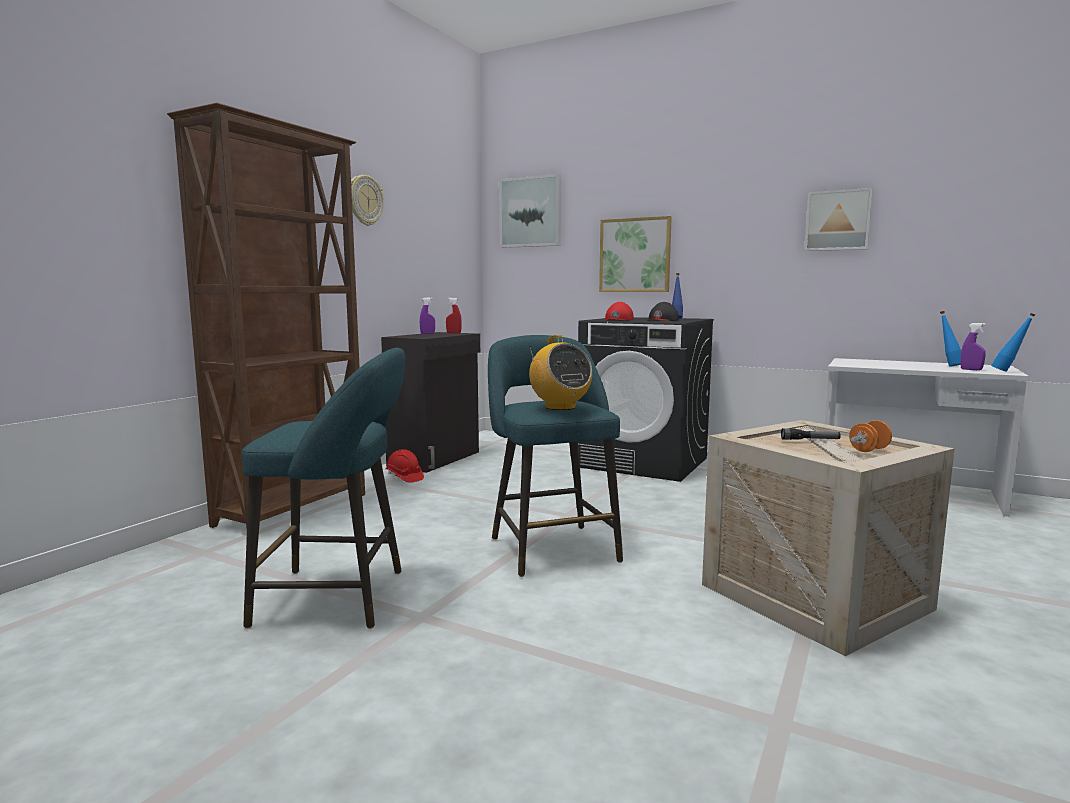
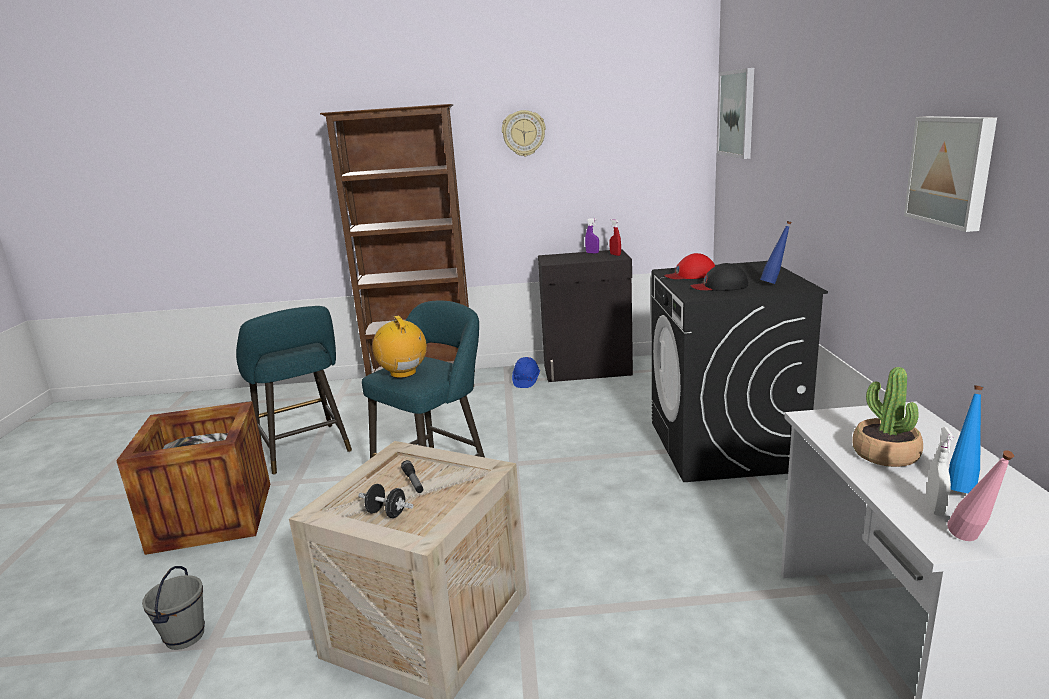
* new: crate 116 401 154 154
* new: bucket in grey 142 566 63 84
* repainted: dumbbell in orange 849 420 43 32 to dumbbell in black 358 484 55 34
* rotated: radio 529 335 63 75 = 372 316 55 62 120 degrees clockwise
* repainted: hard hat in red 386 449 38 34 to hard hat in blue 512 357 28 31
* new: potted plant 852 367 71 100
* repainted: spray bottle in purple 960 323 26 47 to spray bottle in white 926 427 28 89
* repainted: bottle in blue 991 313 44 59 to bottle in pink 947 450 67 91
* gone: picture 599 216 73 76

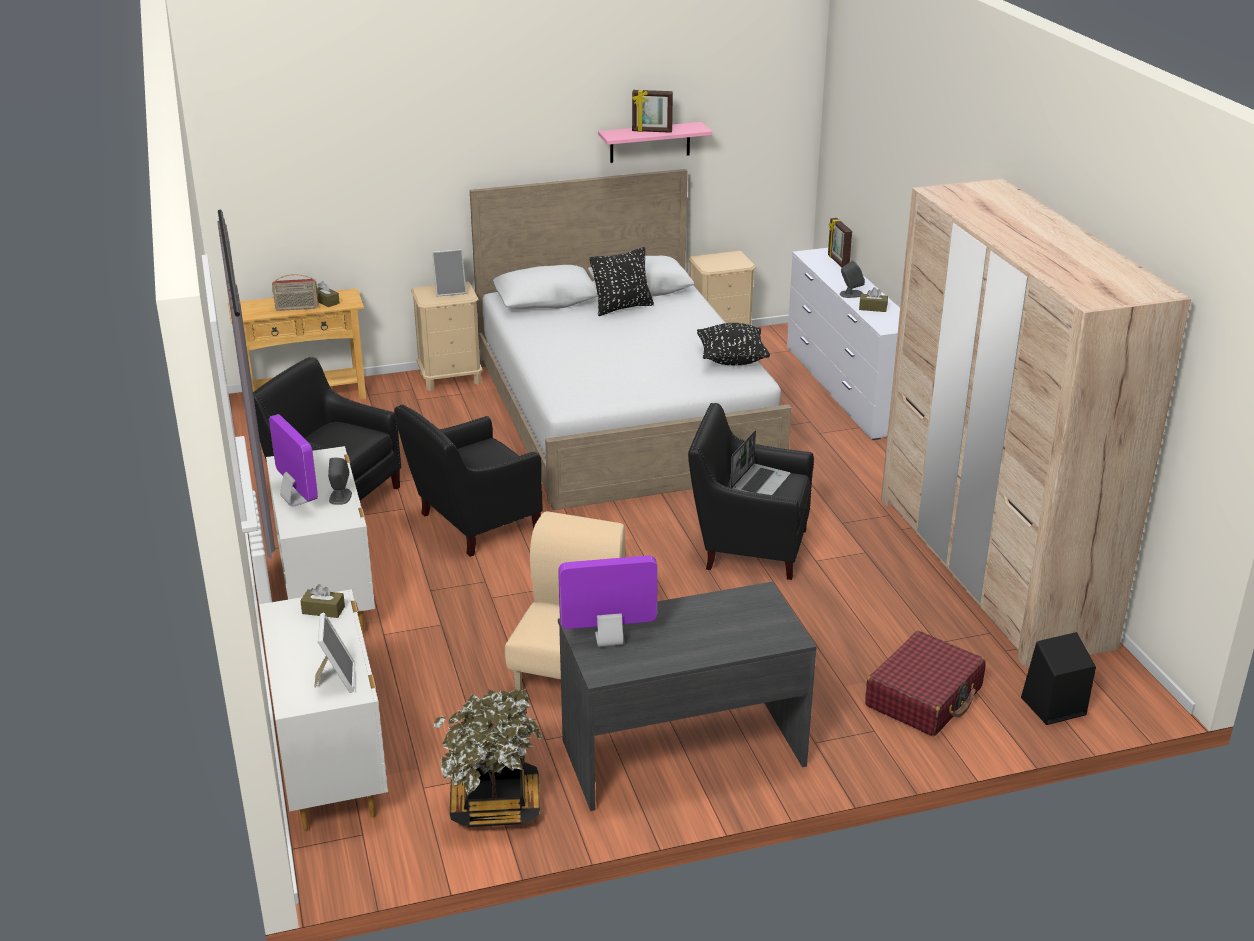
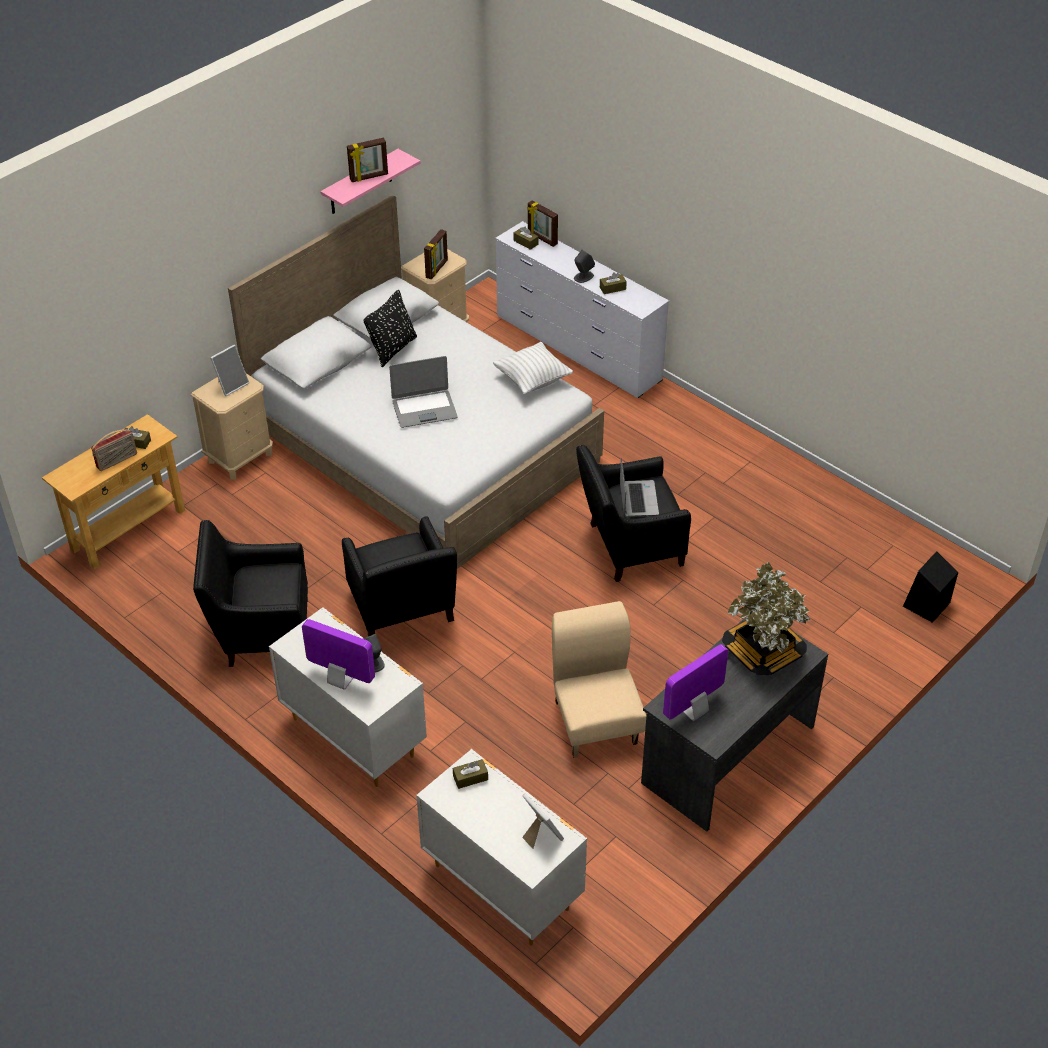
* rotated: armchair in black 394 405 149 152 = 342 516 115 120 45 degrees counterclockwise
* new: laptop 389 356 69 72
* new: picture frame 424 229 24 50
* repainted: pillow in black 697 323 73 42 to pillow in white 493 342 80 52
* new: tissue box in brown 514 226 25 24
* shifted: potted plant 433 689 111 138 to 722 561 88 114
* gone: suitcase in red 865 631 121 105
* gone: wardrobe in beige 881 178 310 490

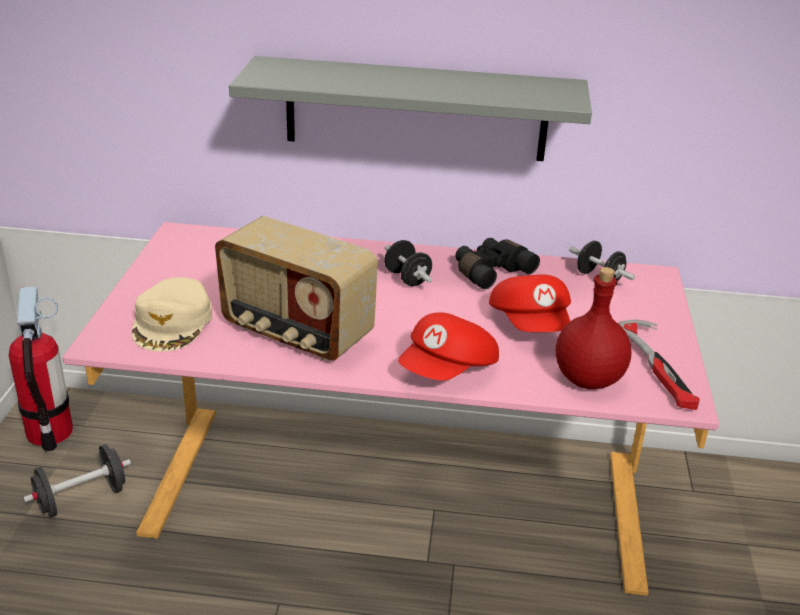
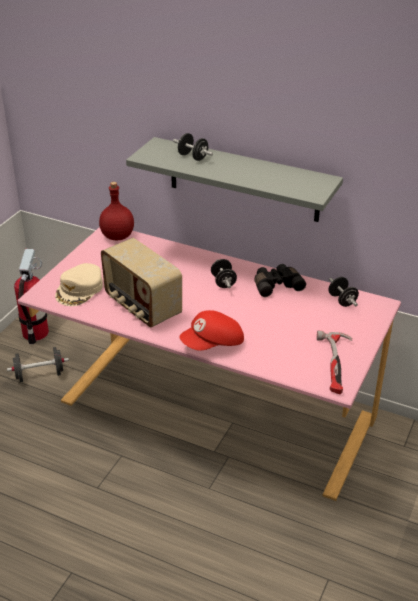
* shifted: bottle in red 556 267 76 122 to 99 182 35 58
* new: dumbbell in black 173 133 40 28
* gone: cap in red 489 275 82 57

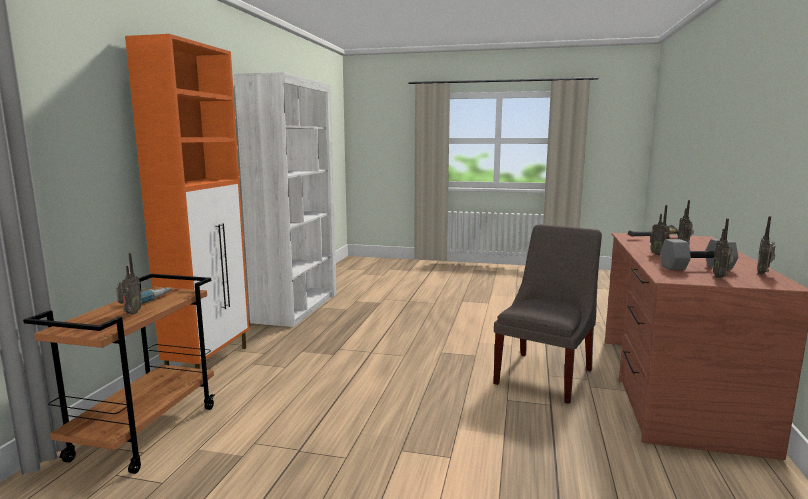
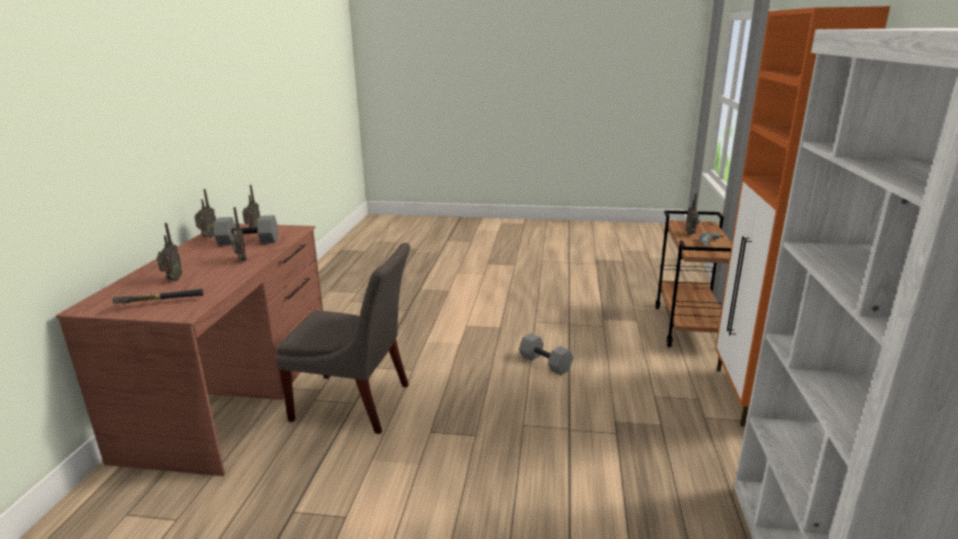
* rotated: chair in grey 493 225 109 179 = 276 243 134 191 105 degrees counterclockwise
* new: dumbbell in grey 519 333 54 42

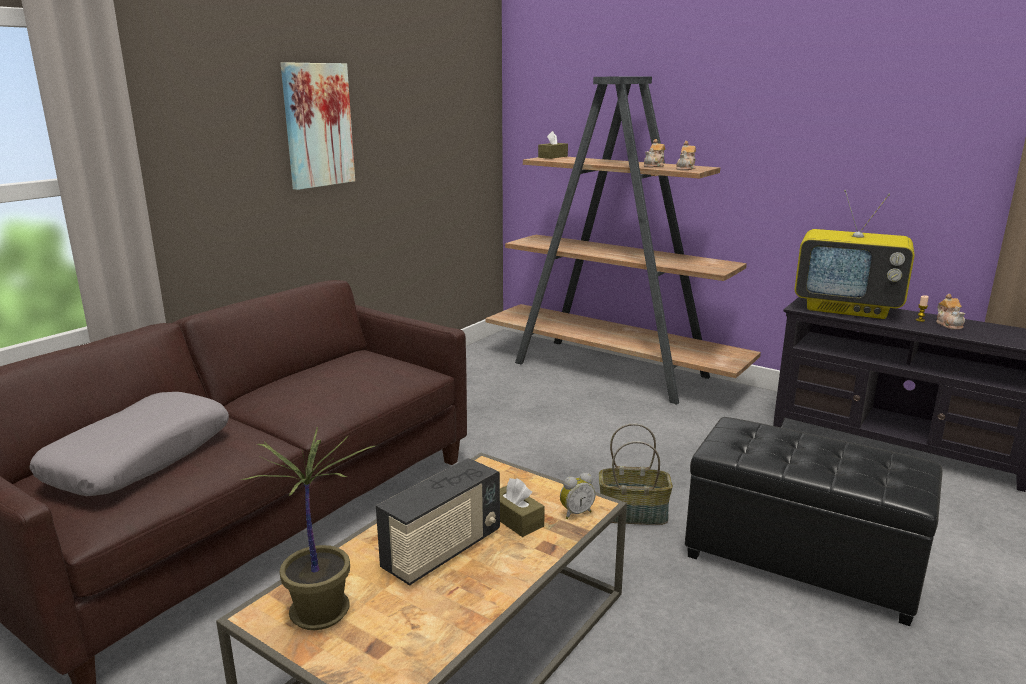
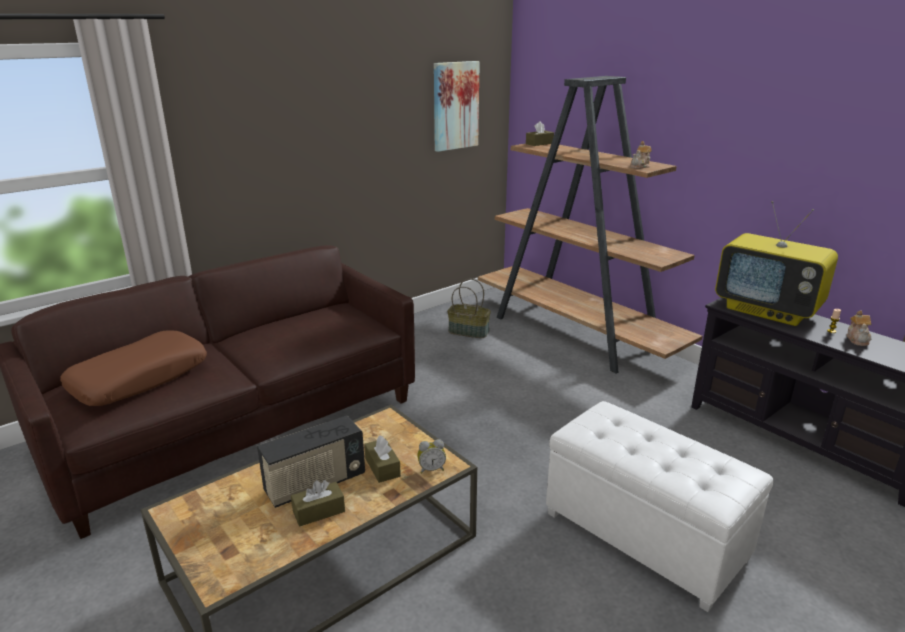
* repainted: pillow in grey 30 392 199 104 to pillow in brown 60 330 147 76
* new: tissue box in brown 291 480 54 47
* shifted: picture 281 62 74 128 to 434 61 46 91
* shifted: basket 599 423 74 102 to 447 279 44 59
* repainted: ottoman in black 685 417 257 209 to ottoman in white 546 401 227 211
* gone: potted plant 242 427 133 203
* gone: teapot 644 139 21 28

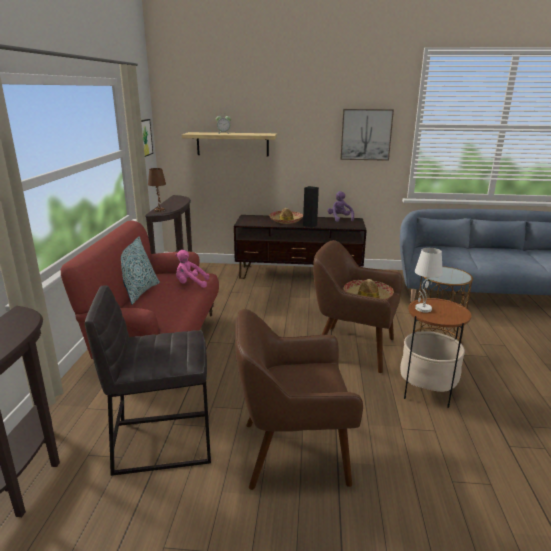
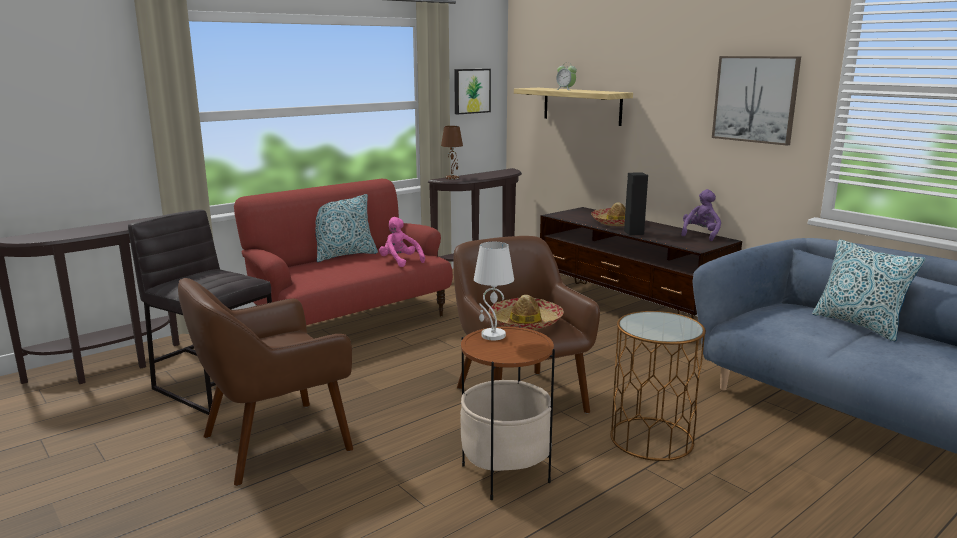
* rotated: armchair in brown 235 309 128 181 = 178 278 175 208 75 degrees counterclockwise
* new: pillow 812 240 113 101

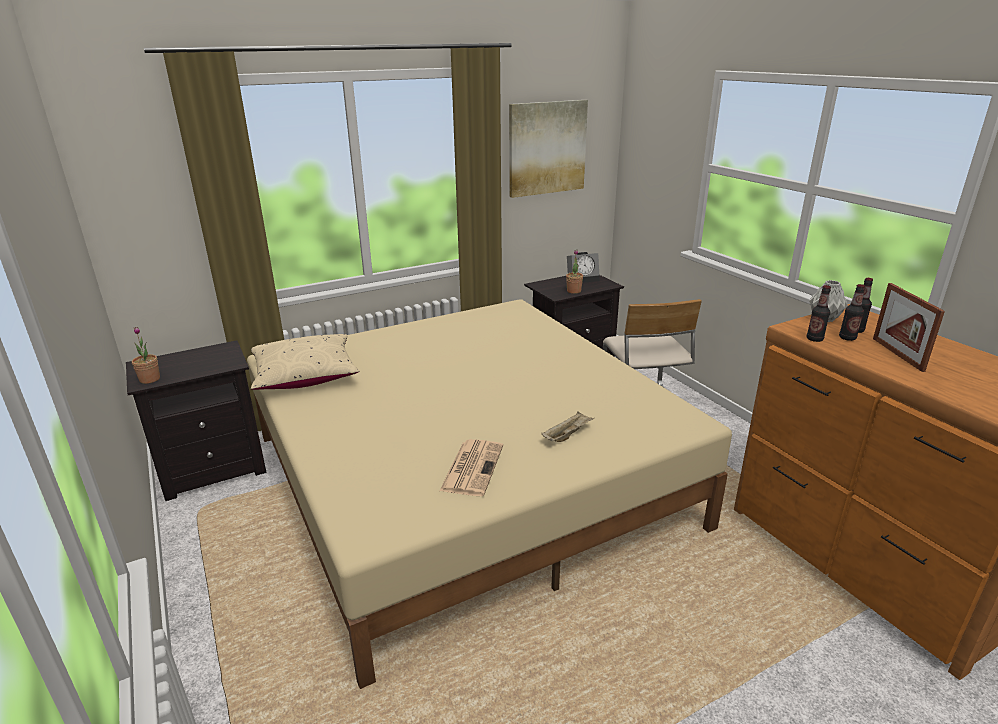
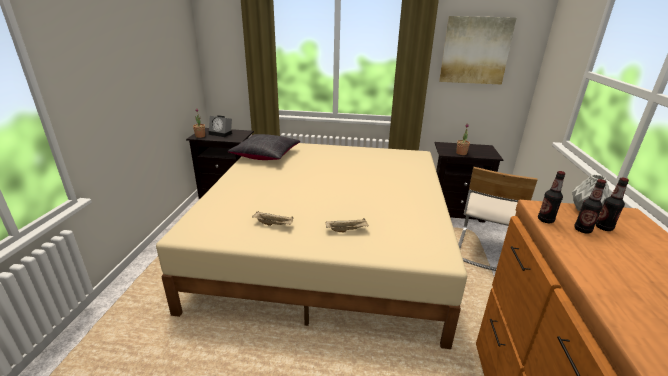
* shifted: alarm clock 567 252 33 31 to 209 115 23 22
* repainted: pillow in beige 251 334 108 56 to pillow in black 227 134 73 26
* swapped: newspaper 439 439 64 57 to tray in beige 252 212 42 14
* gone: picture frame 873 283 72 89

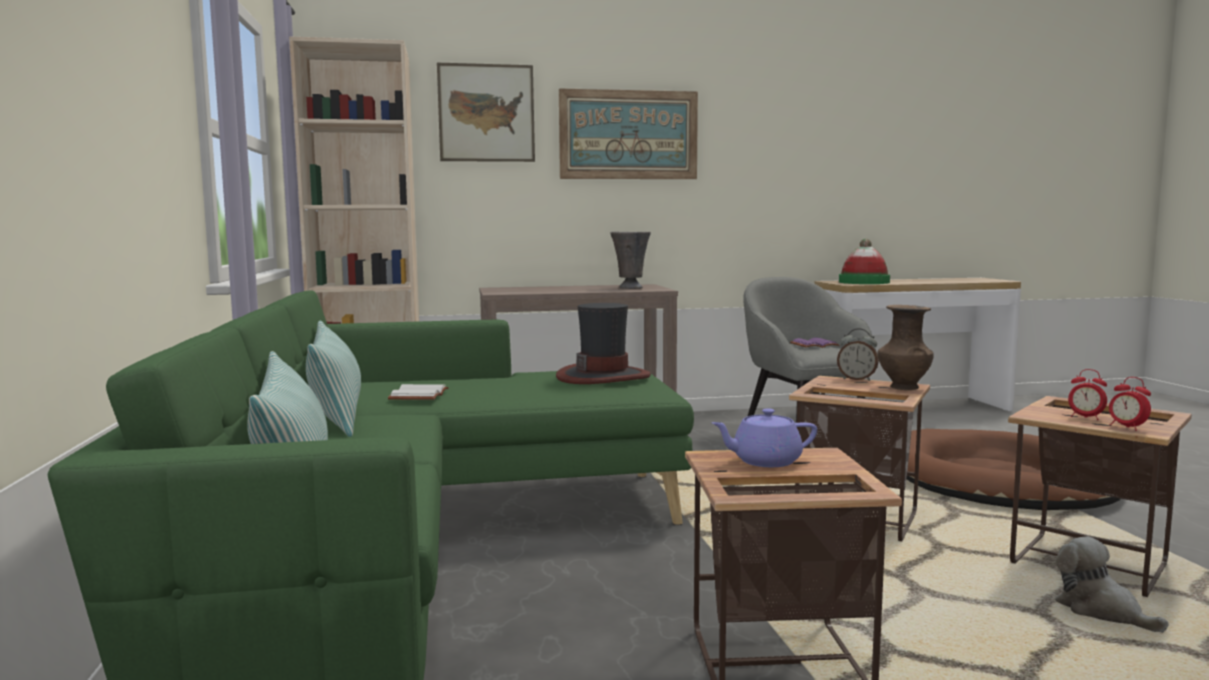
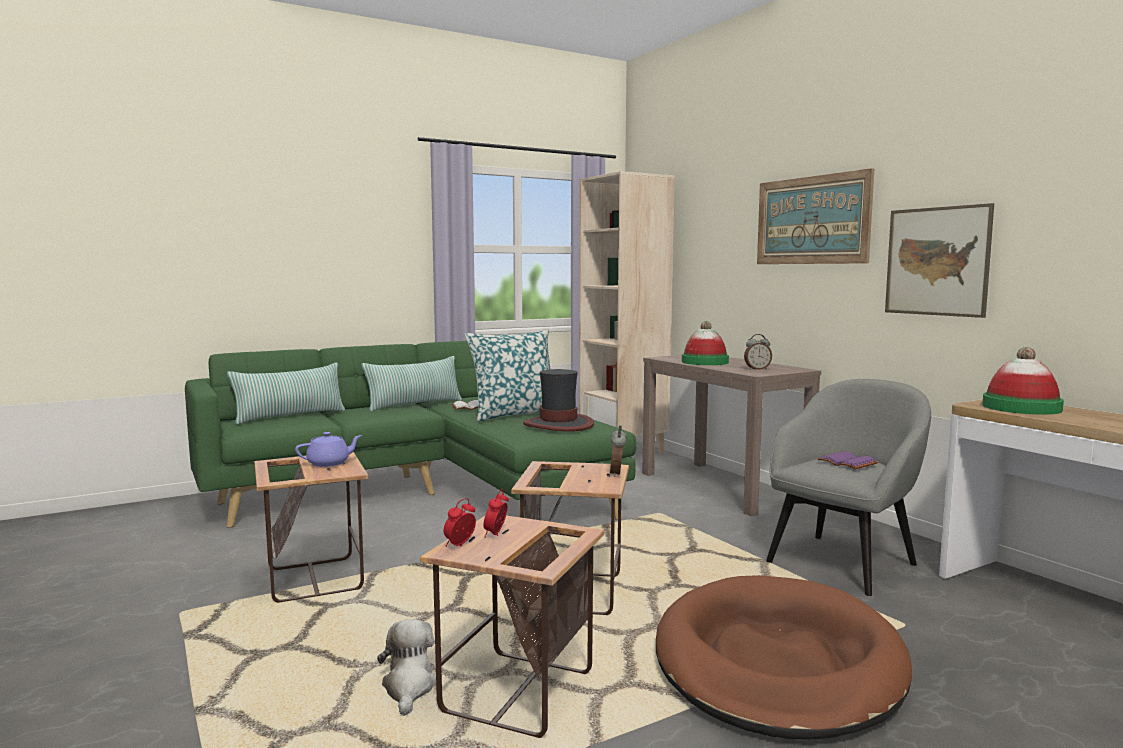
* rotated: teapot in purple 712 408 105 59 = 295 432 67 35 90 degrees clockwise
* rotated: plush toy 1055 536 114 97 = 377 619 59 97 45 degrees counterclockwise
* new: pillow 465 329 85 93
* new: hat 682 321 47 44
* swapped: vase in grey 610 231 41 58 to alarm clock 744 334 28 36
* shifted: picture 437 63 98 99 to 885 203 109 115
* gone: vase in brown 877 305 57 85

